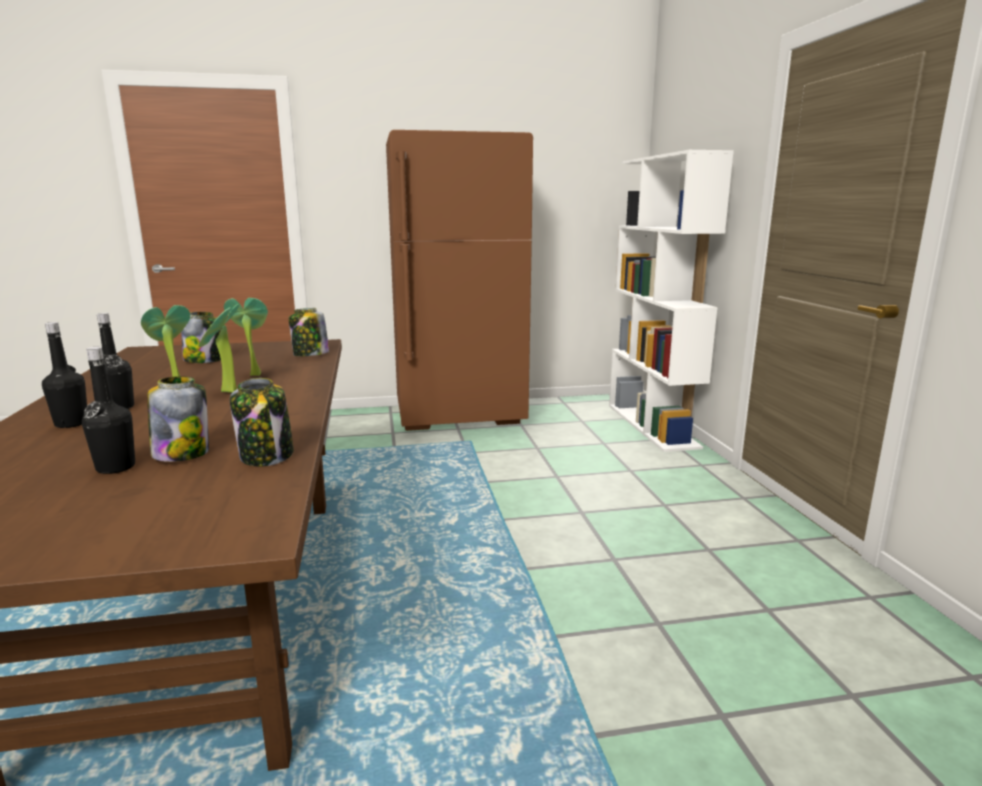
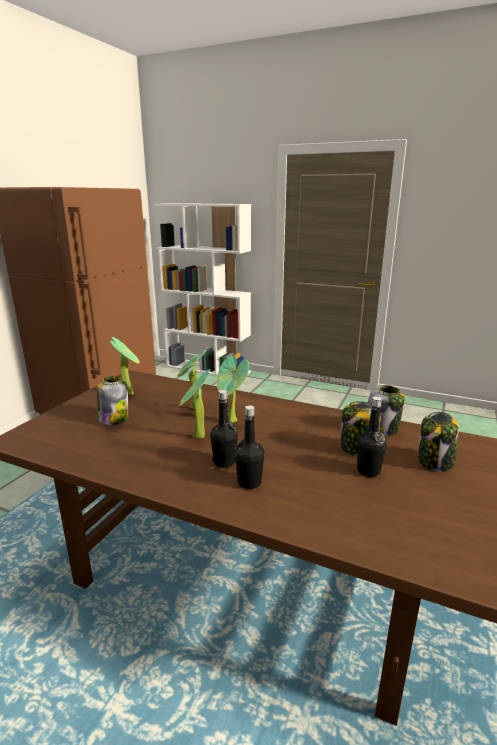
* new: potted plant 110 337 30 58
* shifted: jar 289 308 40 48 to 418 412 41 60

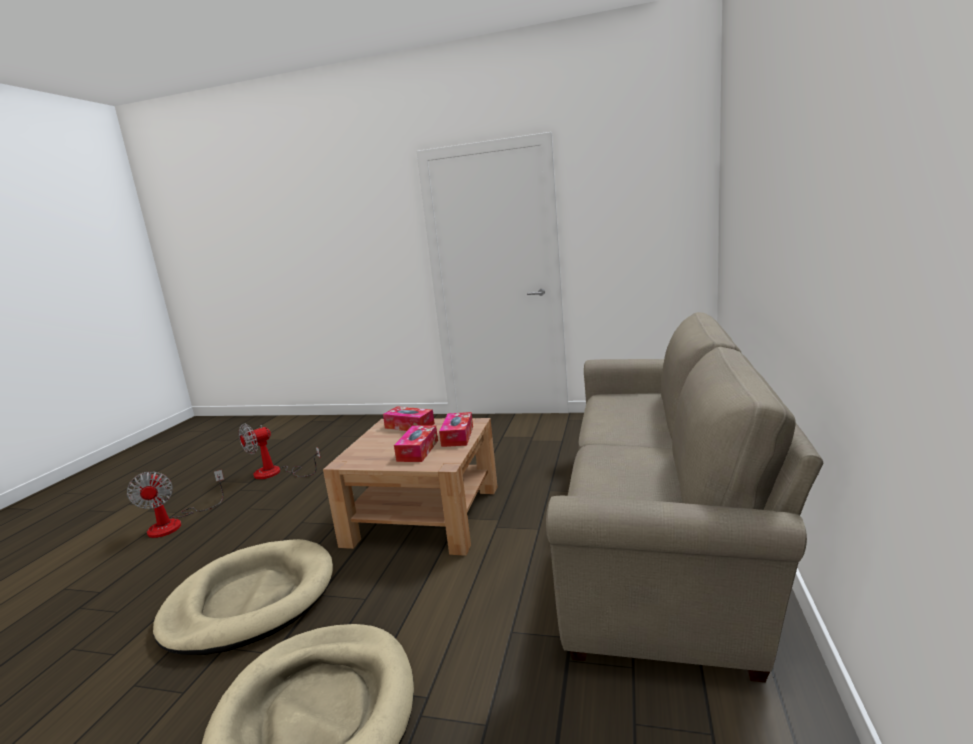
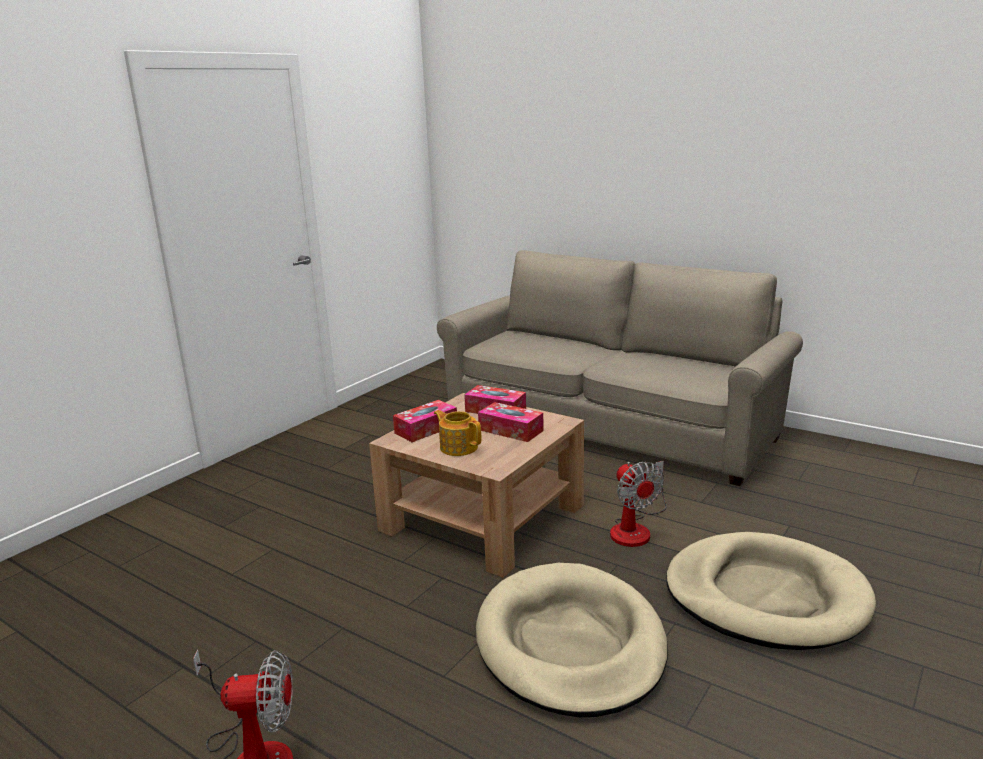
* new: teapot 434 410 47 46
* shifted: fan 239 424 82 55 to 610 461 57 86

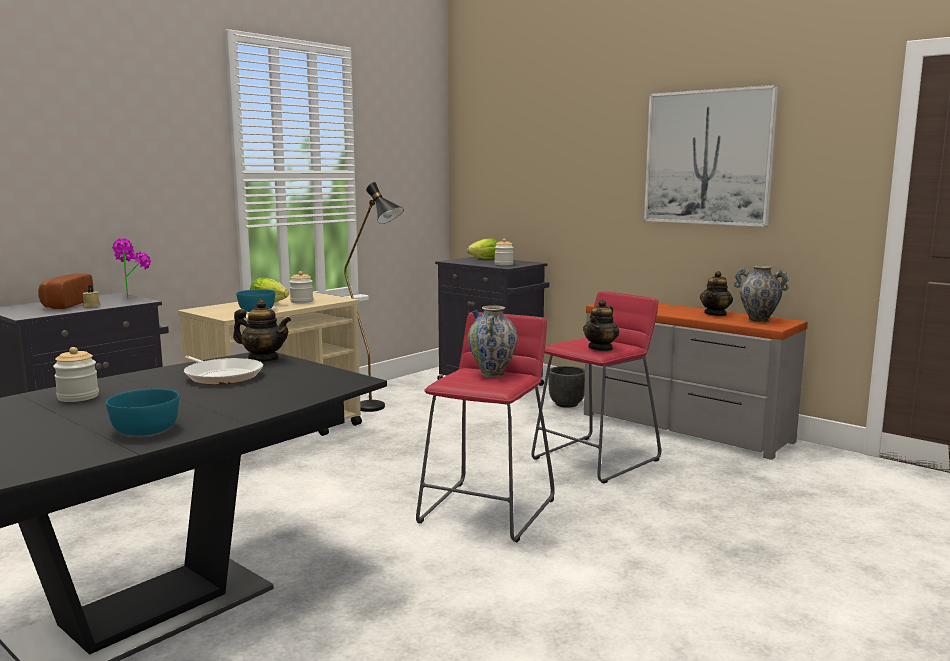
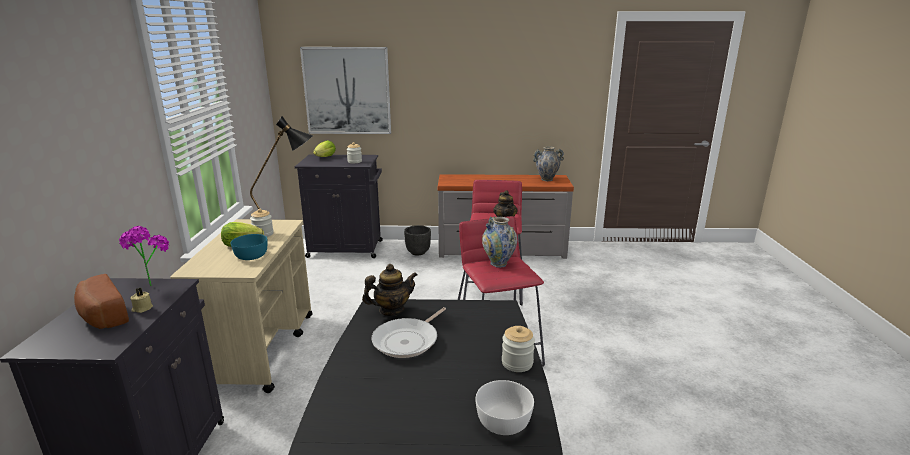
* shifted: picture 644 85 135 142 to 300 47 91 87
* rotated: frying pan 184 356 79 29 = 371 307 75 51 120 degrees clockwise
* repainted: bowl in turquoise 106 389 73 47 to bowl in white 475 380 59 55
* shifted: jar 53 347 46 55 to 502 326 33 46
* gone: teapot 700 271 33 45

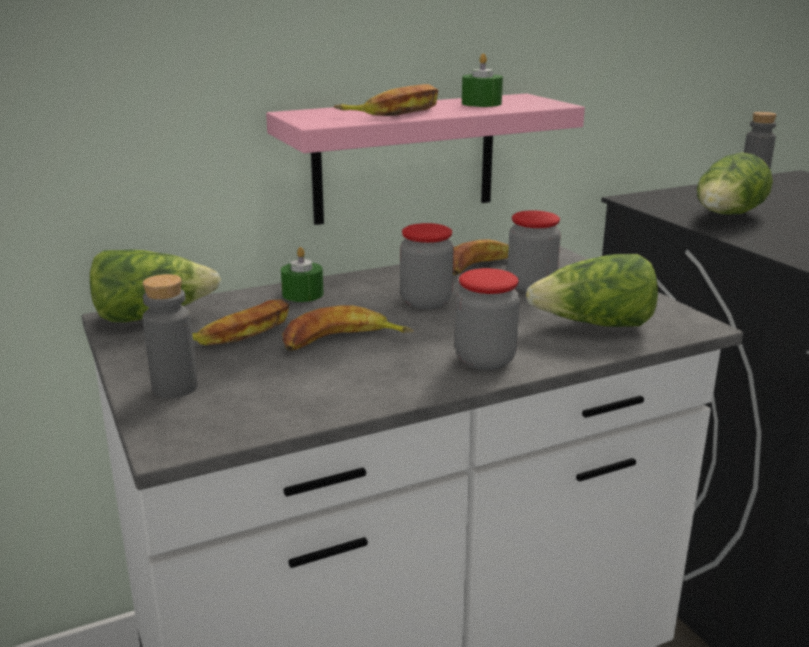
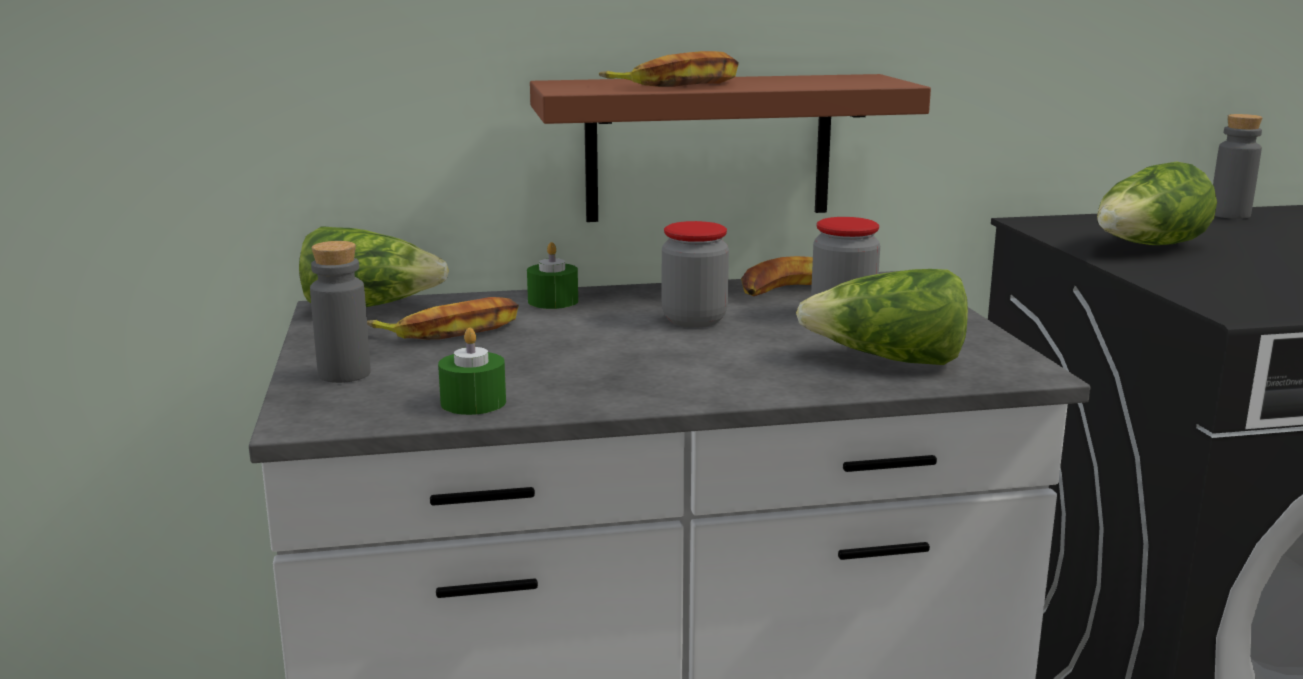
* shifted: candle in green 462 53 41 54 to 438 328 68 87
* repainted: shelf in pink 266 93 319 132 to shelf in brown 530 74 401 148
* gone: banana 282 305 132 46
* gone: jar 455 268 65 102

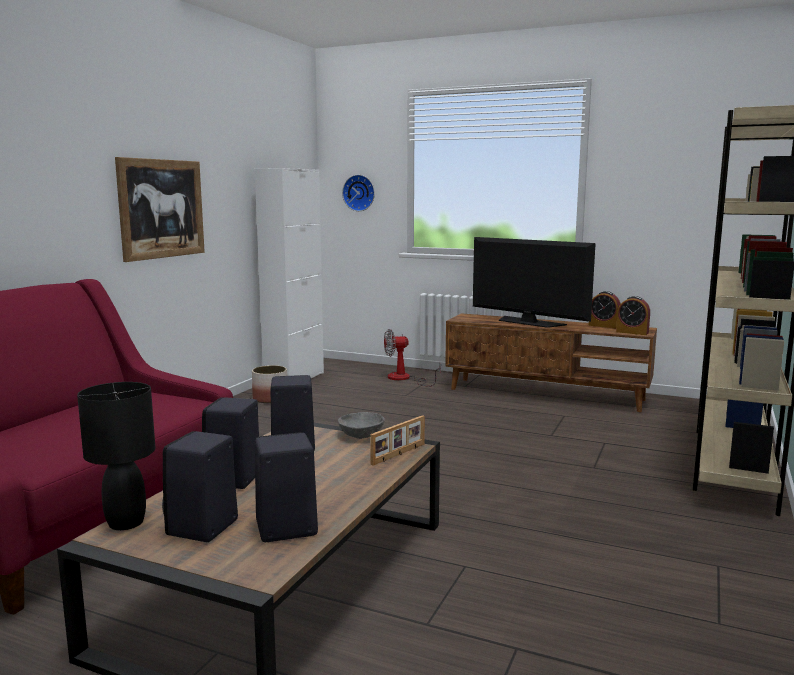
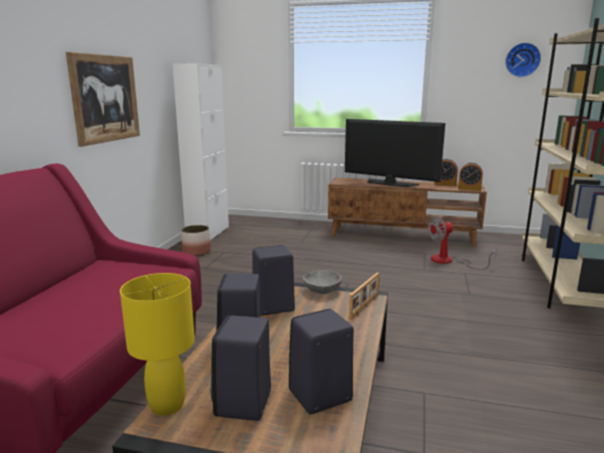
* repainted: table lamp in black 77 382 79 148 to table lamp in yellow 120 273 75 143
* shifted: fan 384 329 57 58 to 428 216 69 54
* shifted: wall clock 342 175 33 36 to 505 43 36 34

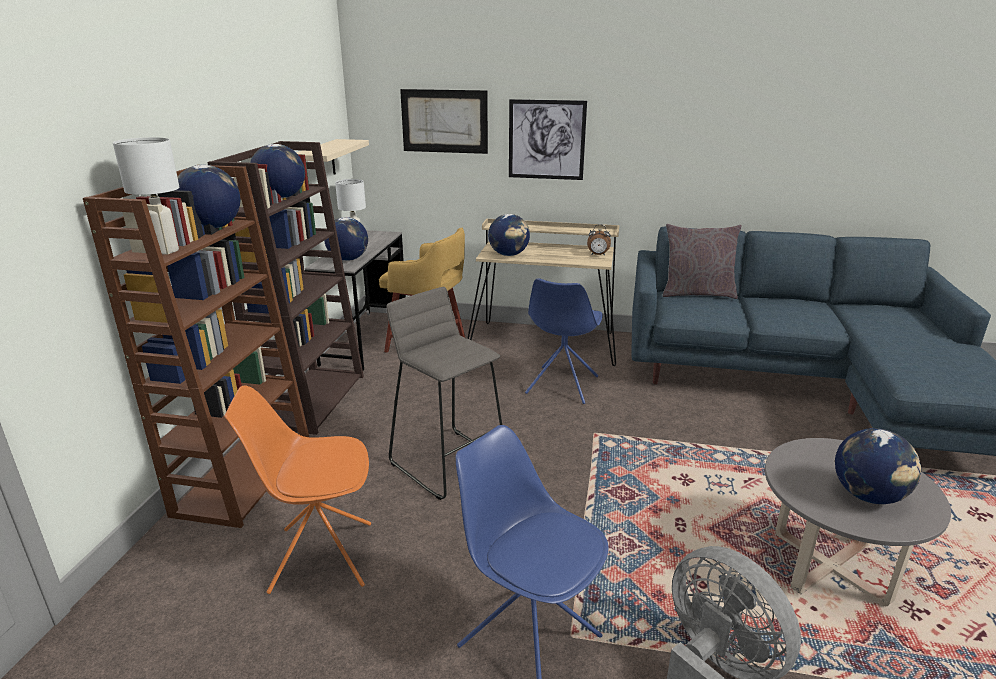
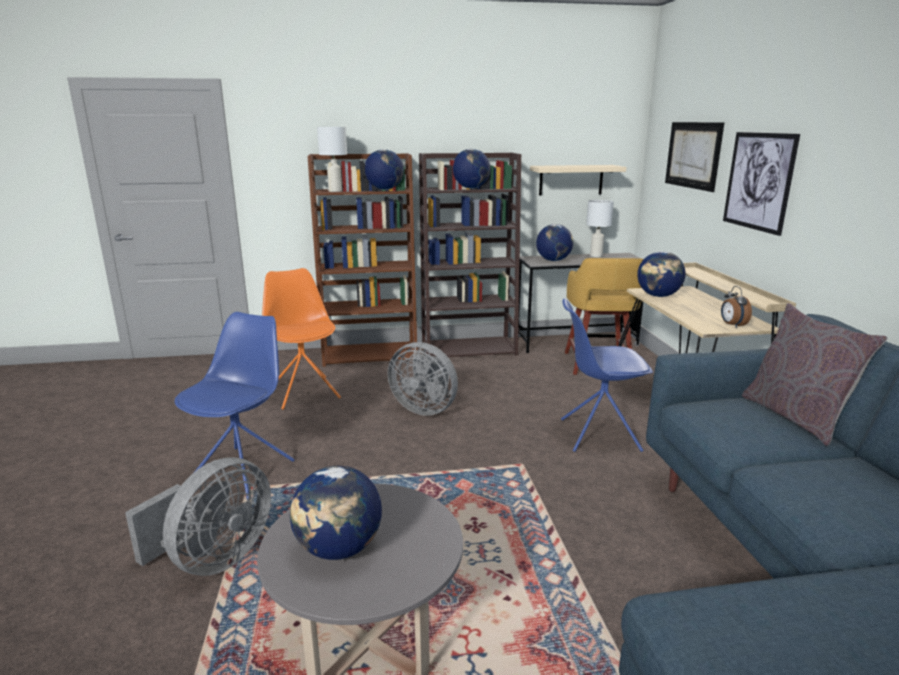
* swapped: stool in grey 386 287 116 213 to fan in grey 388 342 70 74

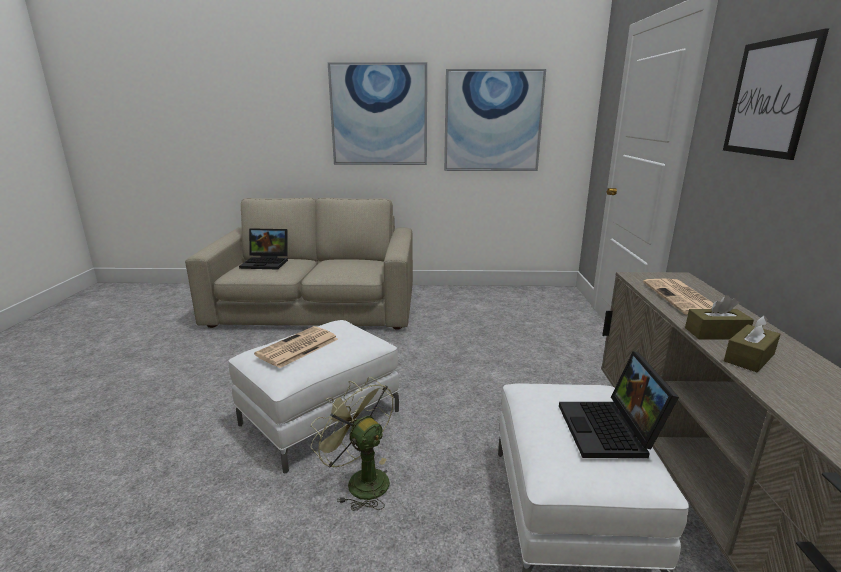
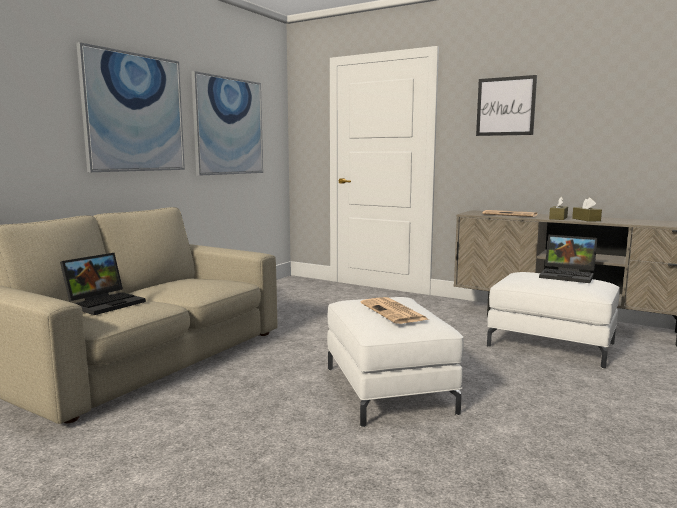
* gone: fan in green 311 377 83 134

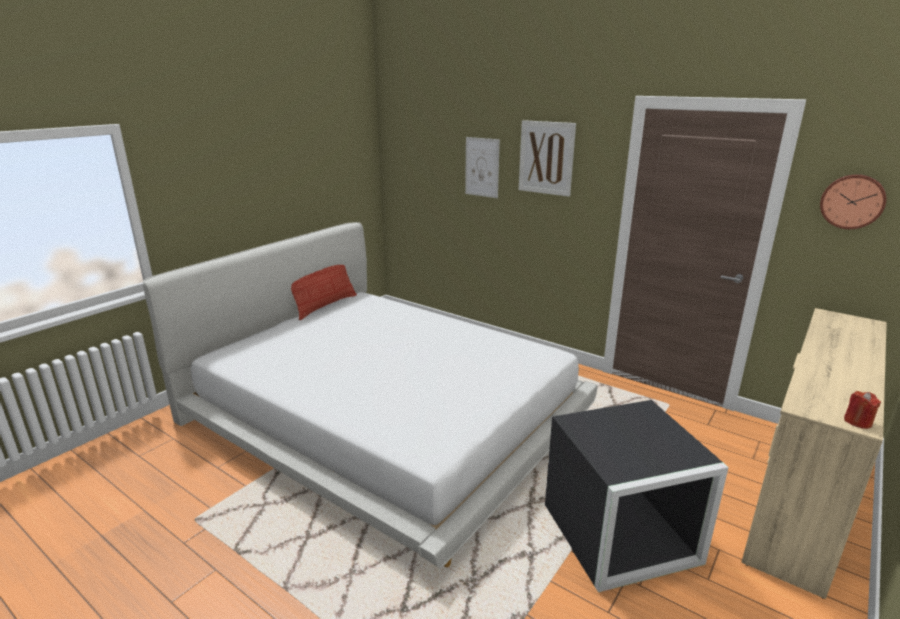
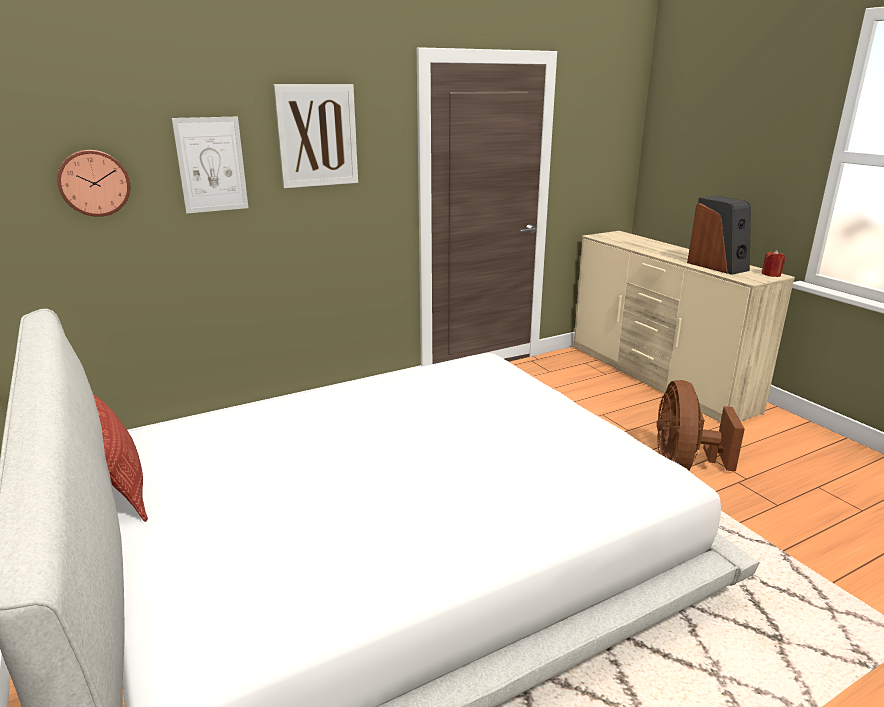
* shifted: wall clock 820 174 66 55 to 57 150 73 67
* swapped: storage box in black 545 400 184 192 to fan in brown 657 380 88 91
* new: speaker 687 196 64 79

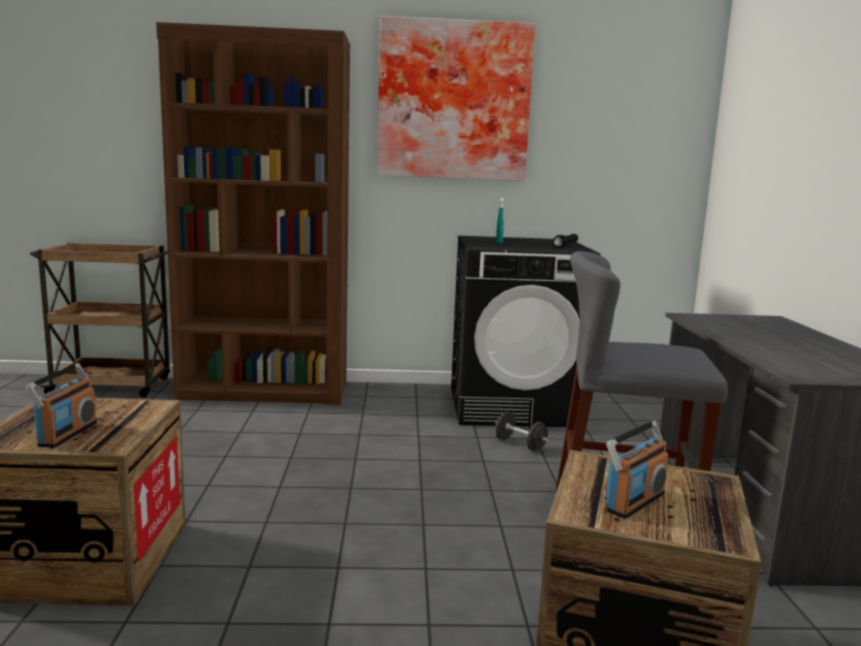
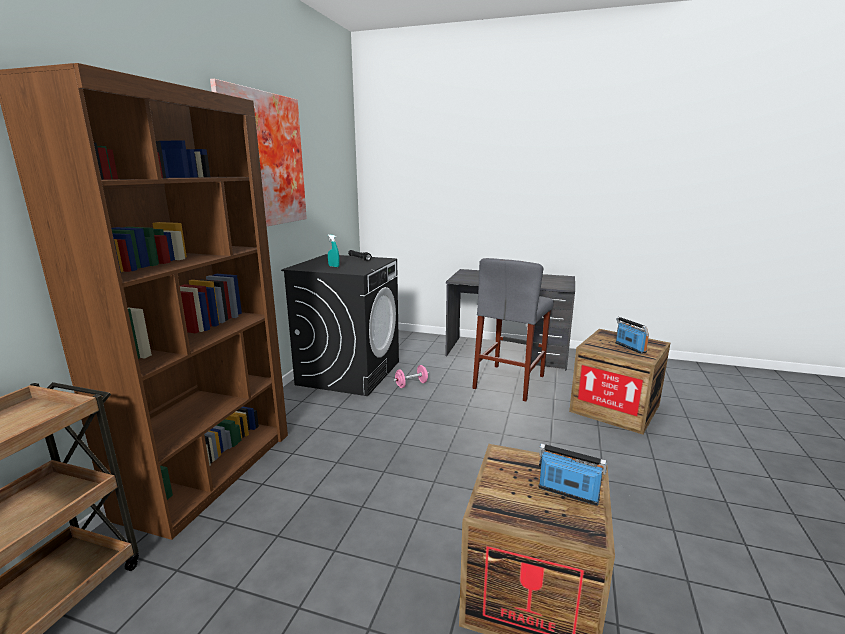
* repainted: dumbbell in black 495 411 54 41 to dumbbell in pink 393 365 36 23

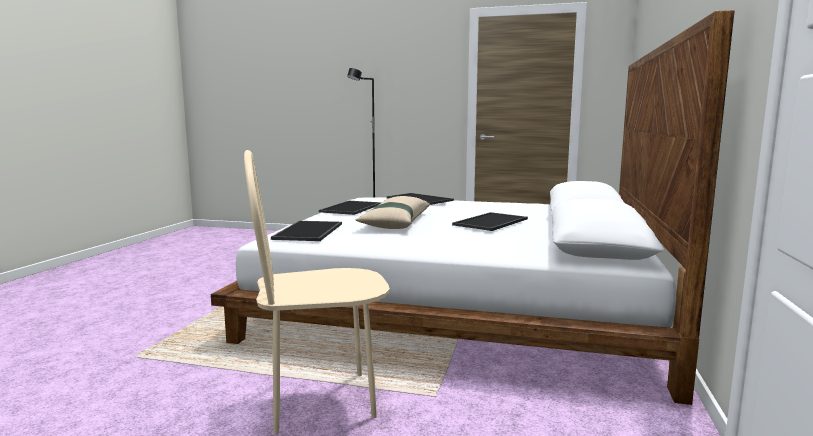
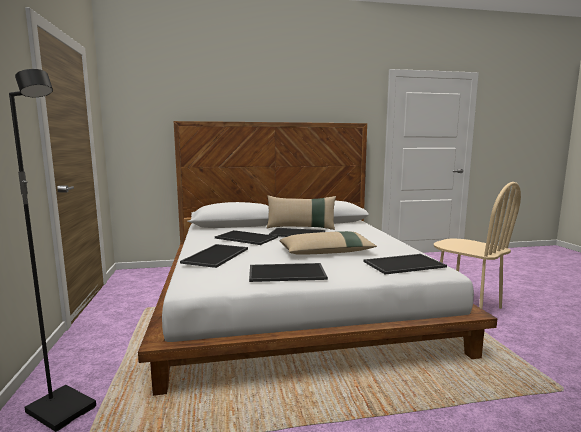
* new: tray 215 230 63 15
* new: pillow in beige 267 195 69 35

